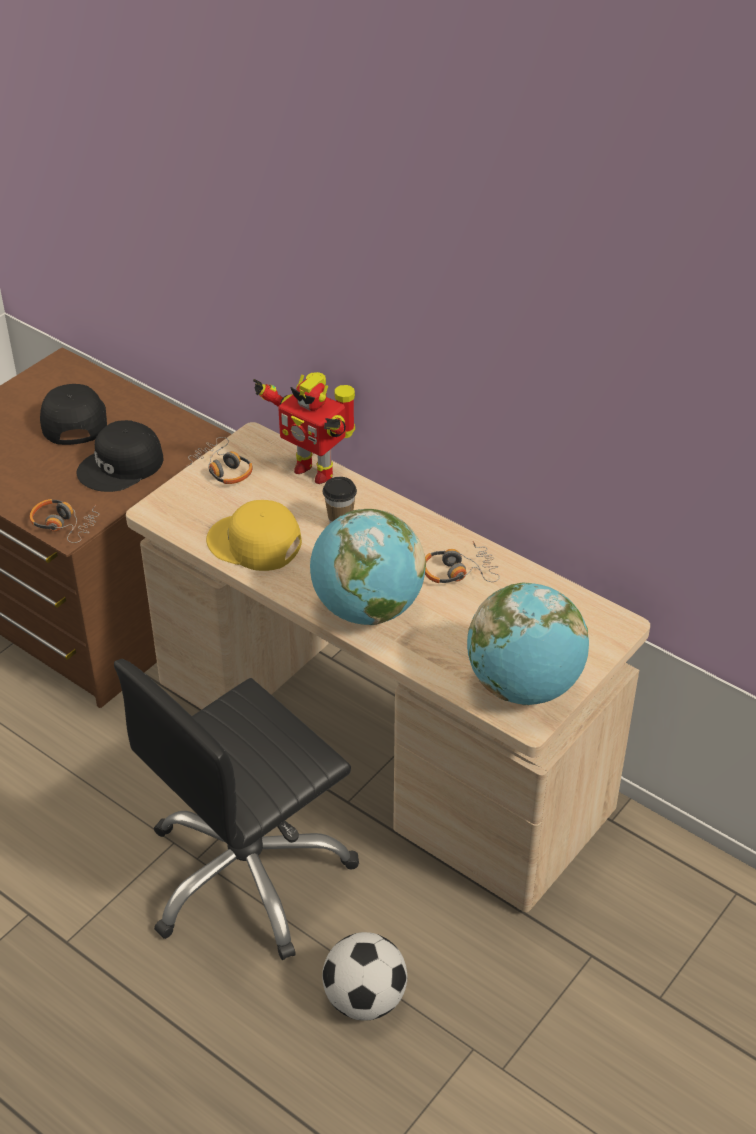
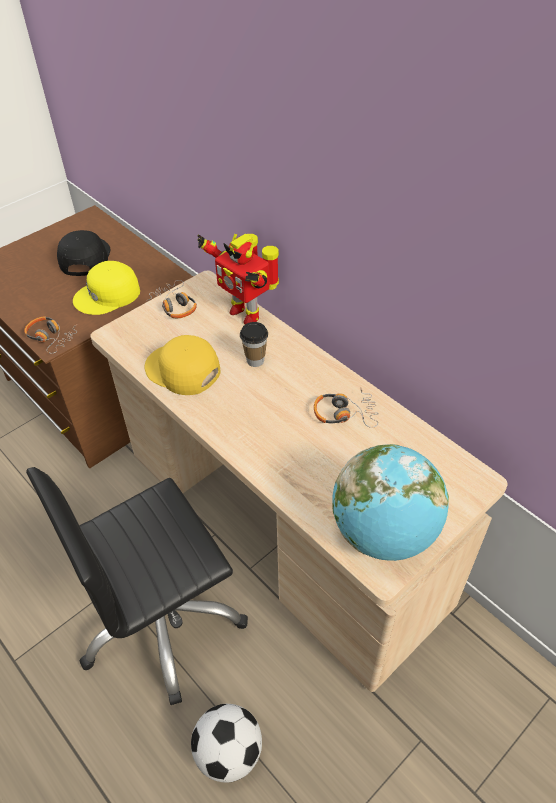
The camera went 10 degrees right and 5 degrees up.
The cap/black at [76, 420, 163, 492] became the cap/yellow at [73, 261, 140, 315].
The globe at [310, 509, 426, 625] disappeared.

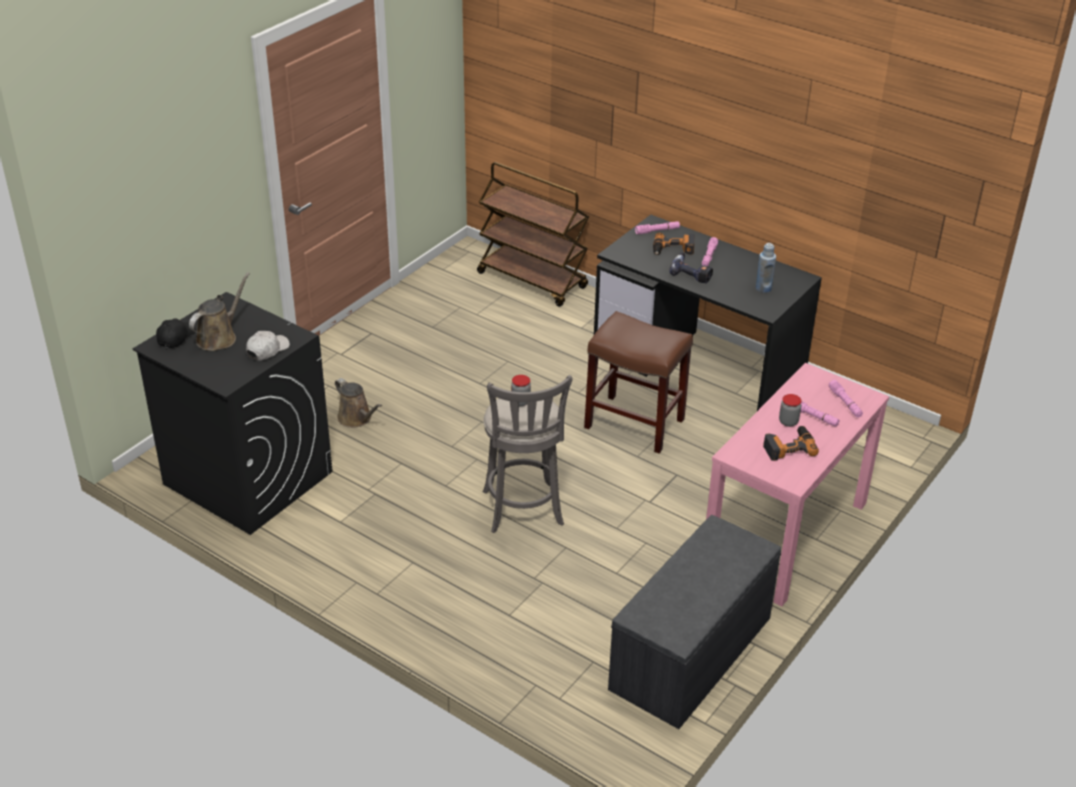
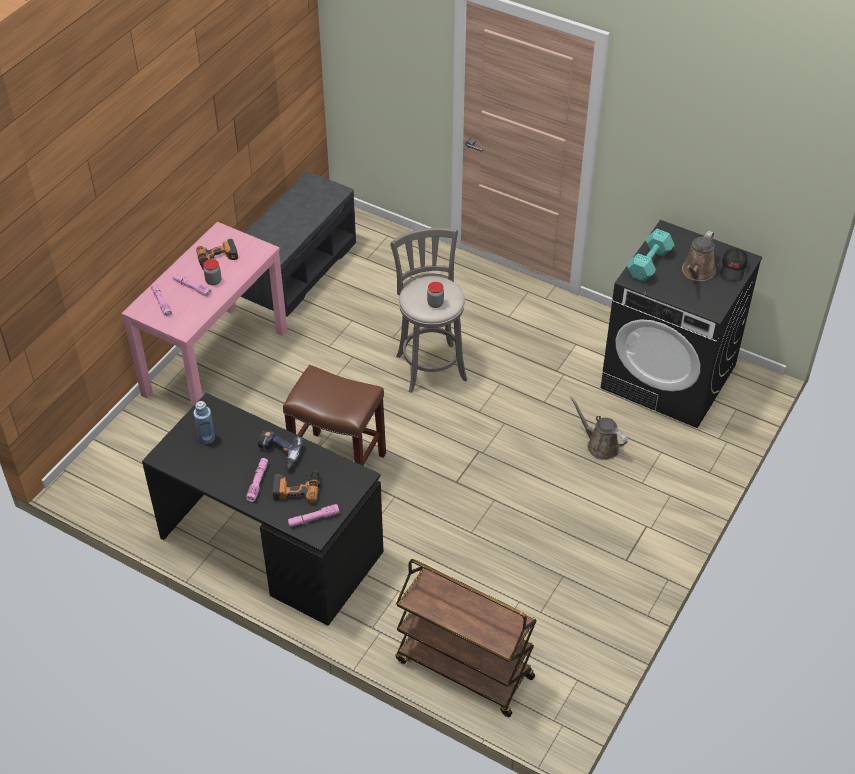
The camera went 175 degrees right and 10 degrees up.
The cap/white at [246, 331, 290, 361] was replaced by the dumbbell/turquoise at [627, 229, 674, 282].

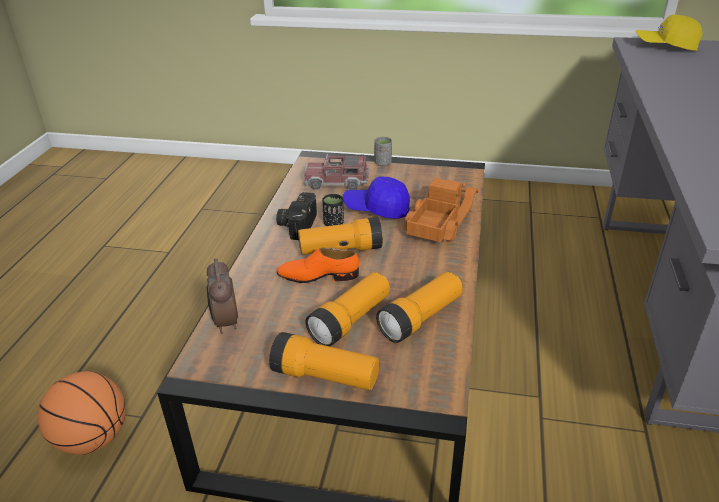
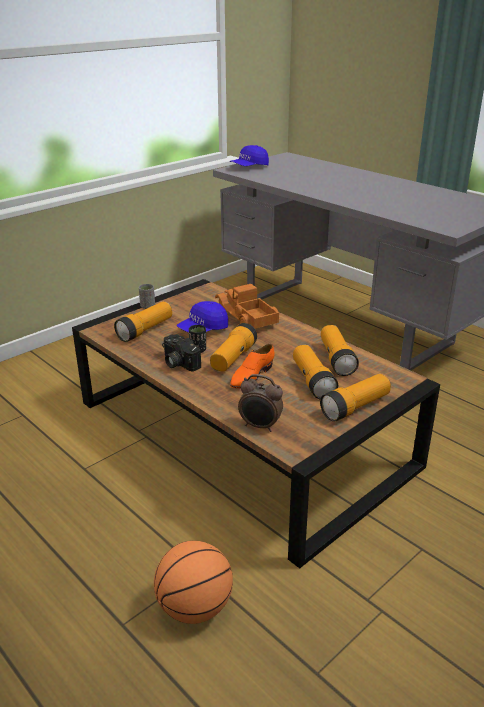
The camera went 55 degrees left and 5 degrees down.
The toy truck at [304, 154, 369, 190] was replaced by the flashlight at [114, 301, 172, 342].
The cap/yellow at [636, 14, 702, 51] became the cap/blue at [230, 145, 269, 166].

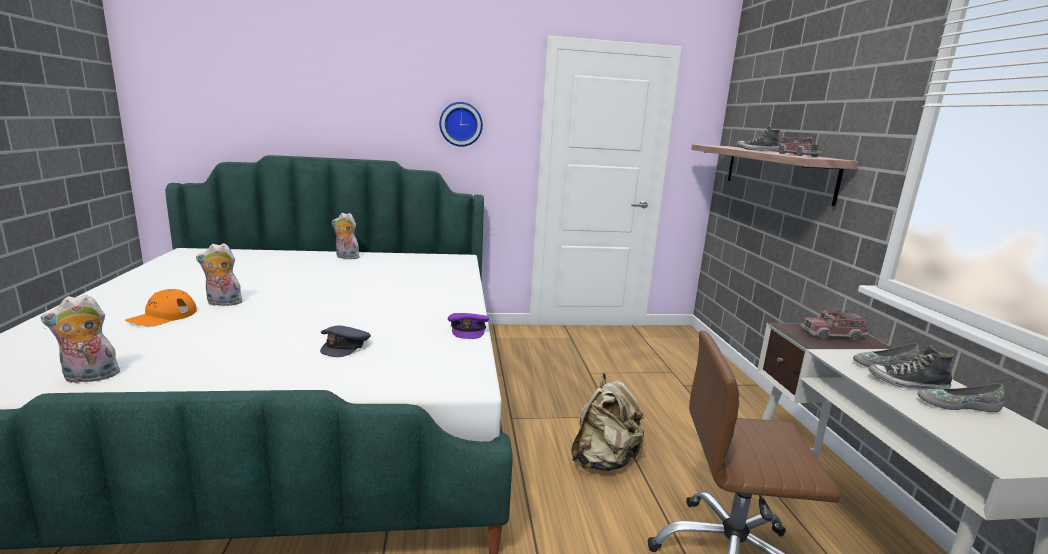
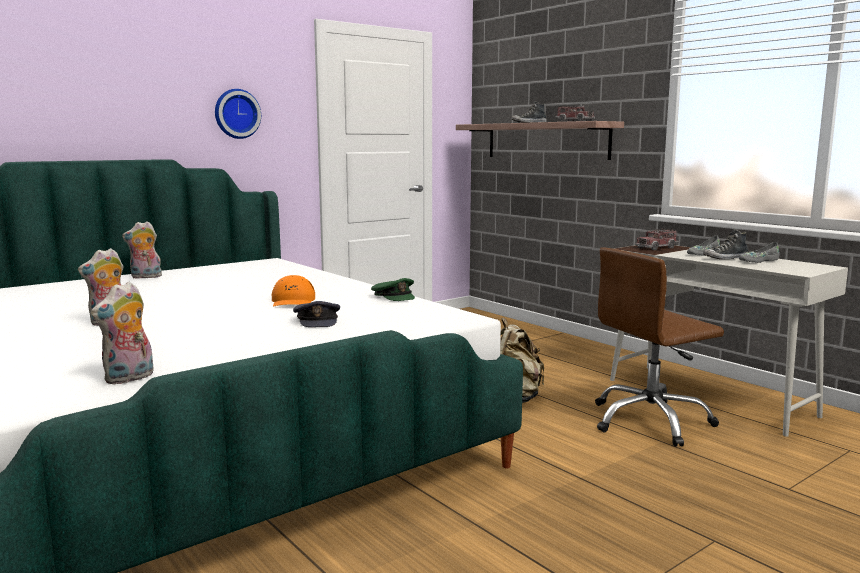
The camera went 30 degrees left and 5 degrees down.
The cap/orange moved from [125, 289, 197, 327] to [271, 275, 315, 307].
The cap/purple at [448, 313, 489, 339] became the cap/green at [371, 278, 415, 301].

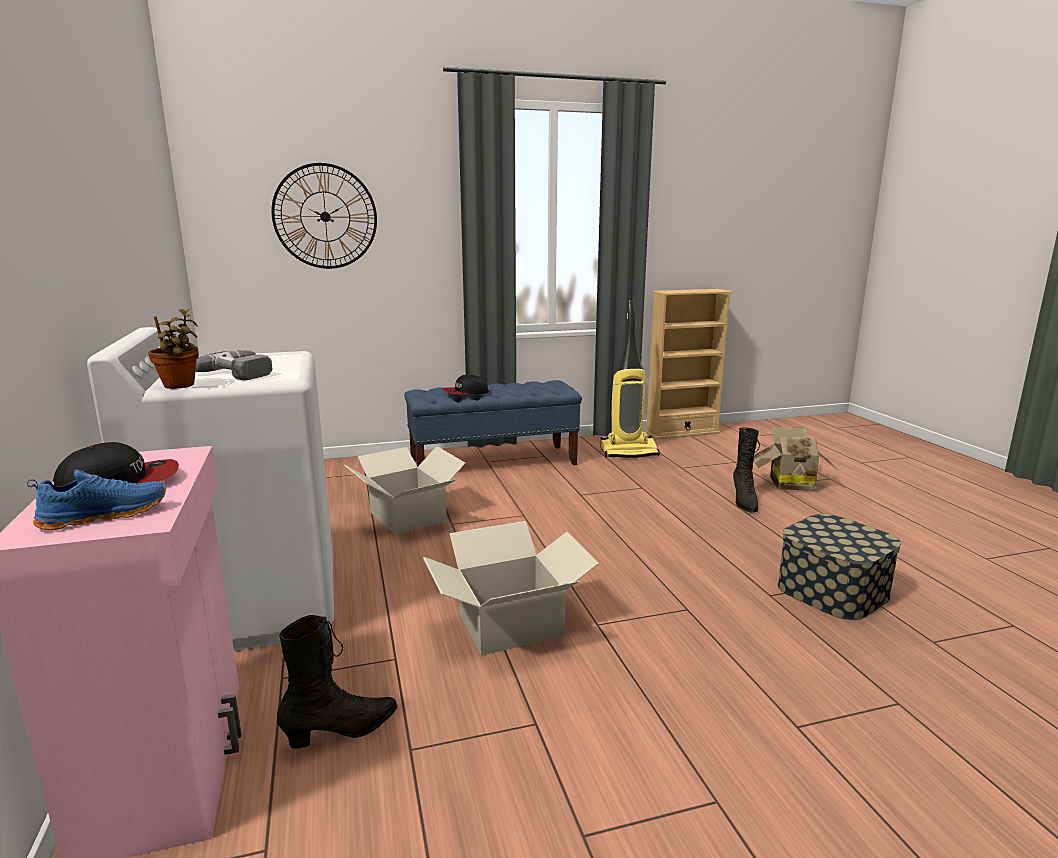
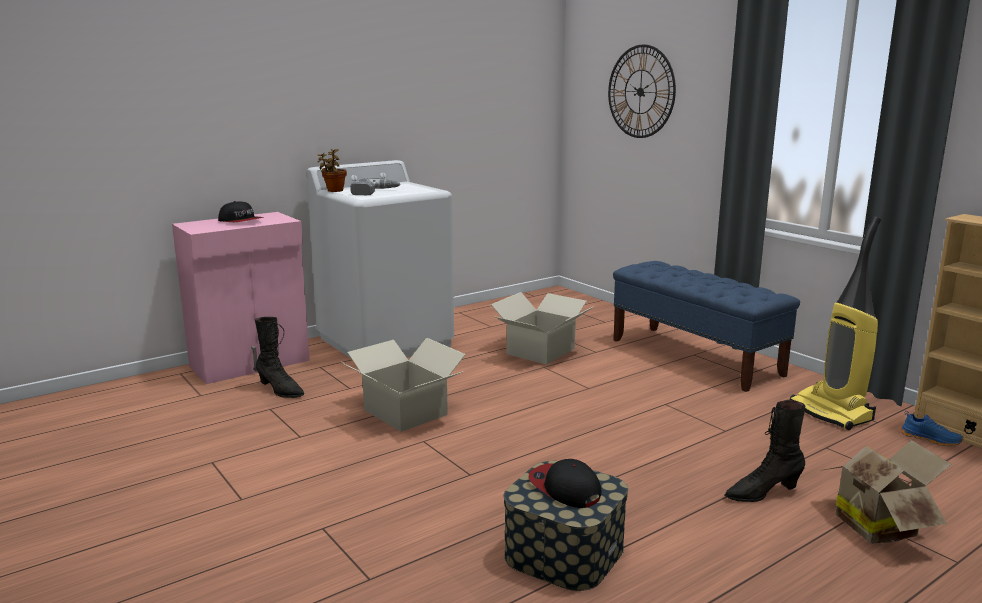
The camera went 70 degrees right and 0 degrees up.
The cap moved from [442, 374, 489, 395] to [529, 459, 602, 508].
The shoe/blue moved from [27, 469, 166, 530] to [900, 411, 963, 446].

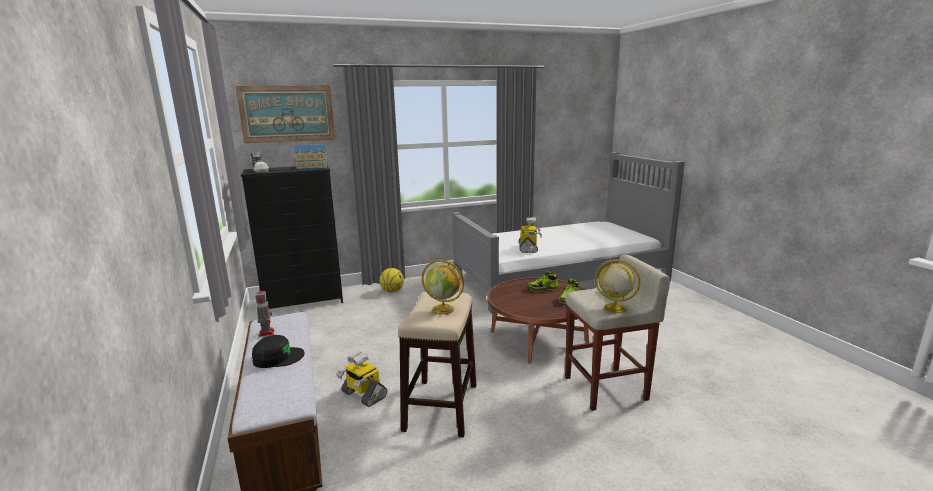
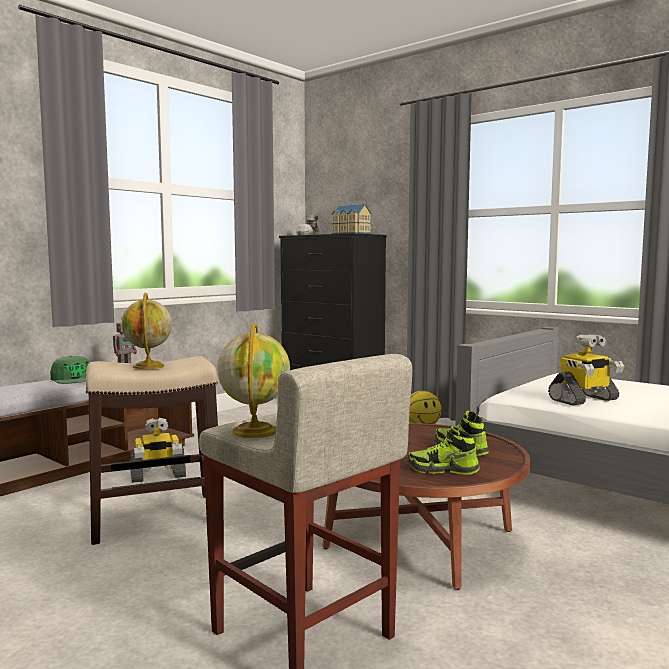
The camera went 60 degrees right and 10 degrees down.
The cap/black at [252, 335, 305, 368] became the cap/green at [50, 356, 89, 384].
The toy robot at [337, 352, 387, 407] turned 120 degrees counterclockwise.
The picture at [235, 85, 335, 144] disappeared.

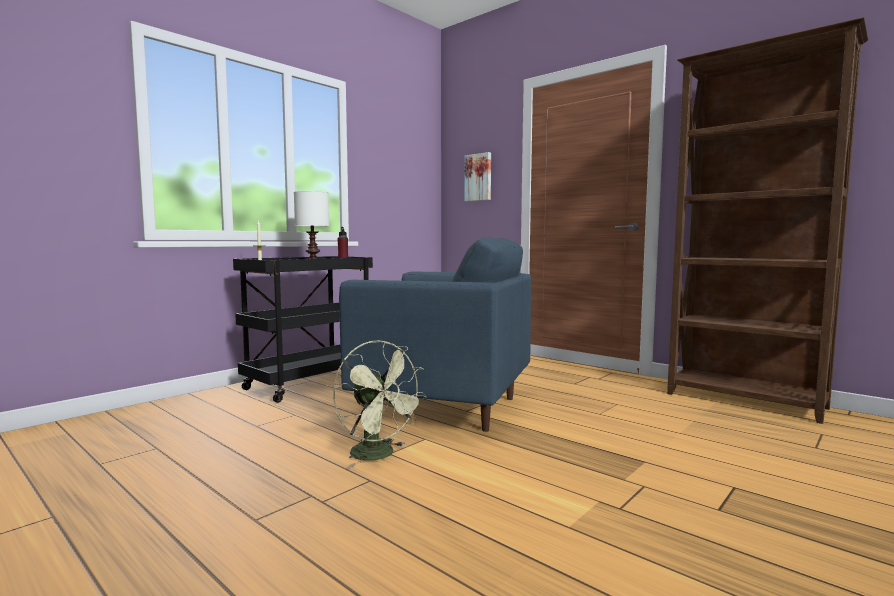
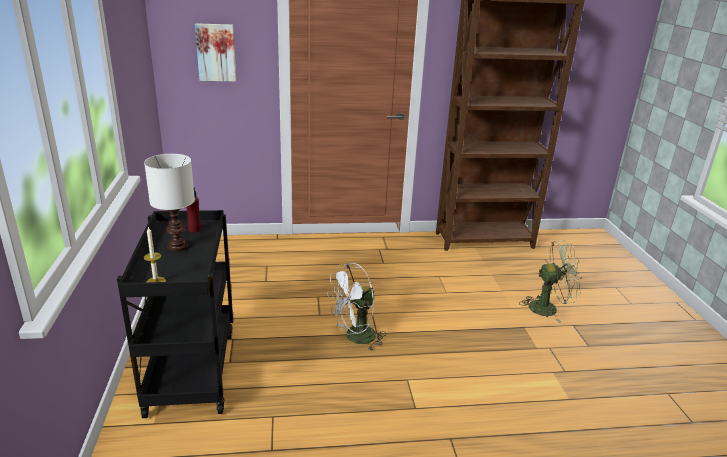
The camera went 50 degrees left and 20 degrees up.
The armchair/blue at [339, 237, 531, 432] was replaced by the fan/white at [327, 263, 386, 350].
The fan/green moved from [333, 340, 427, 468] to [519, 241, 582, 323].

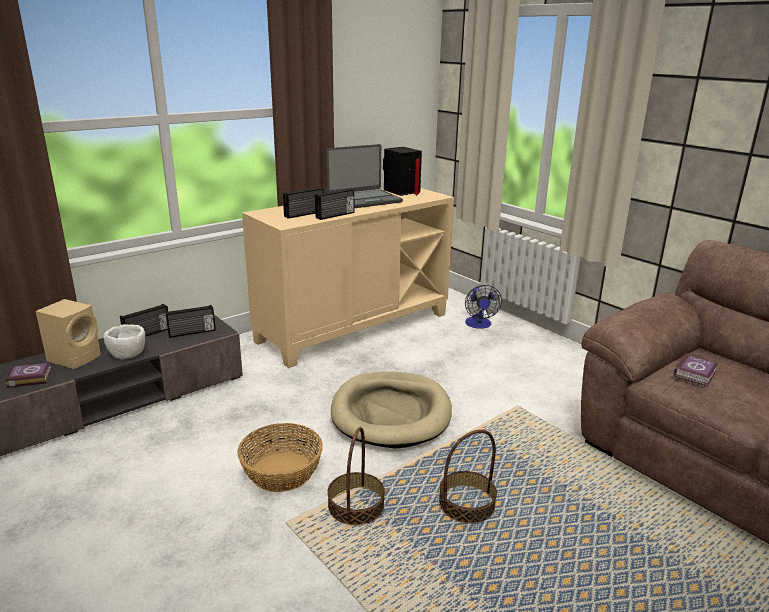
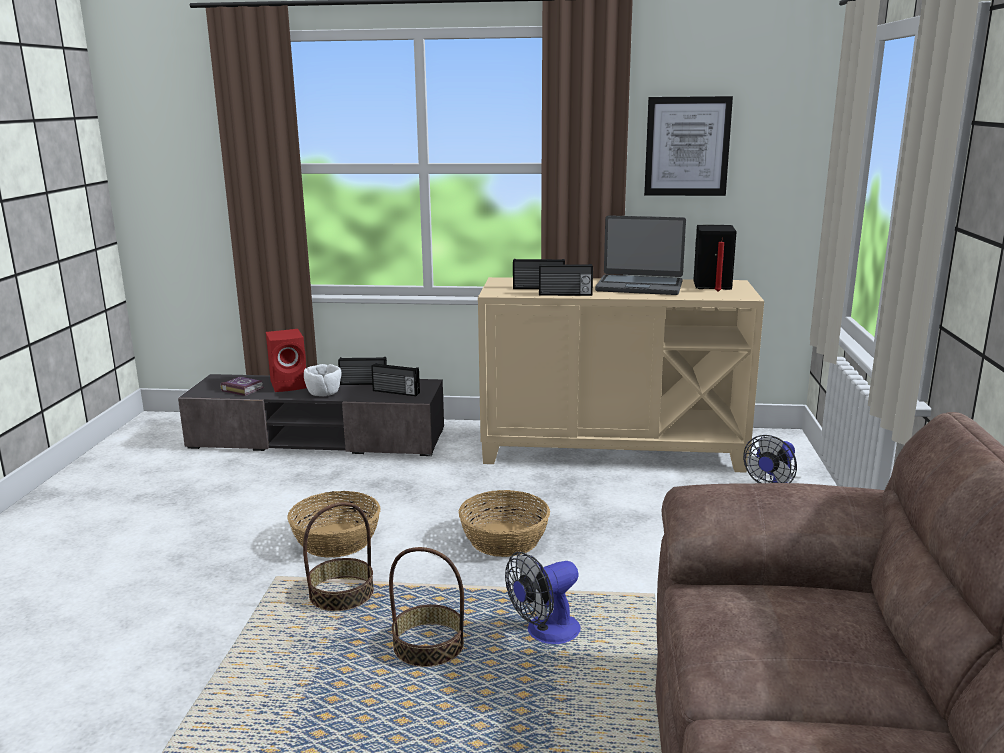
The camera went 45 degrees right and 5 degrees down.
The speaker/beige at [36, 299, 101, 369] became the speaker/red at [266, 329, 307, 392].
The dog bed/beige at [331, 371, 452, 448] was replaced by the basket at [459, 490, 550, 557].
The fan at [505, 552, 581, 644] appeared.
The picture at [644, 96, 733, 196] appeared.
The book at [673, 354, 718, 387] disappeared.

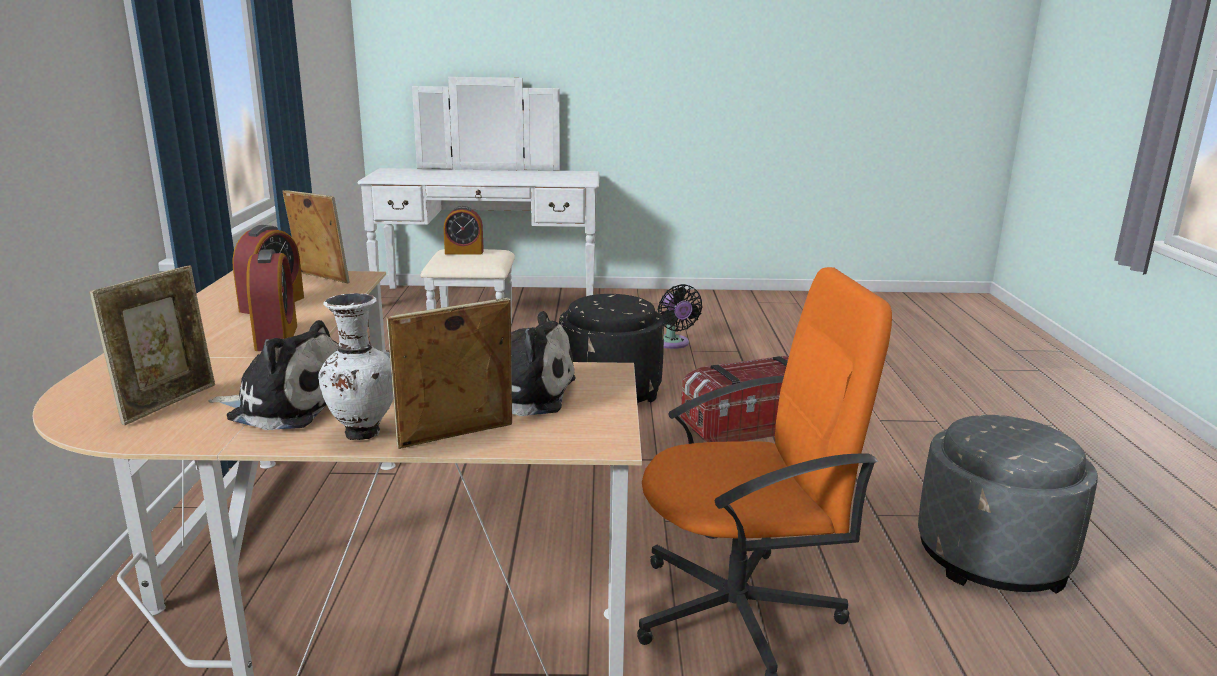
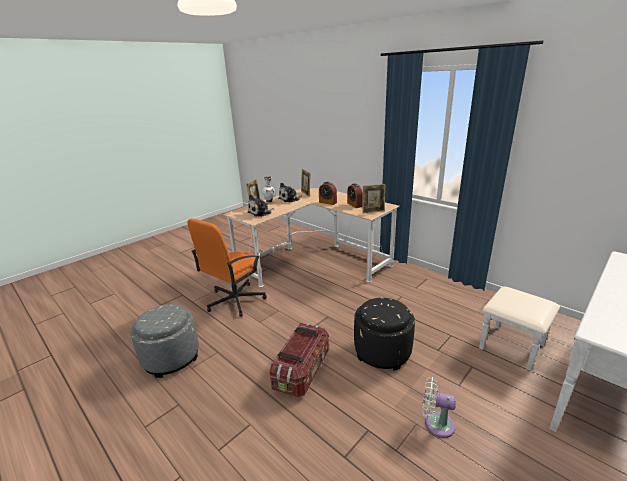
The camera went 135 degrees right and 5 degrees up.
The fan/black at [658, 284, 703, 349] became the fan/white at [422, 377, 456, 438].
The alarm clock at [444, 206, 484, 254] disappeared.

